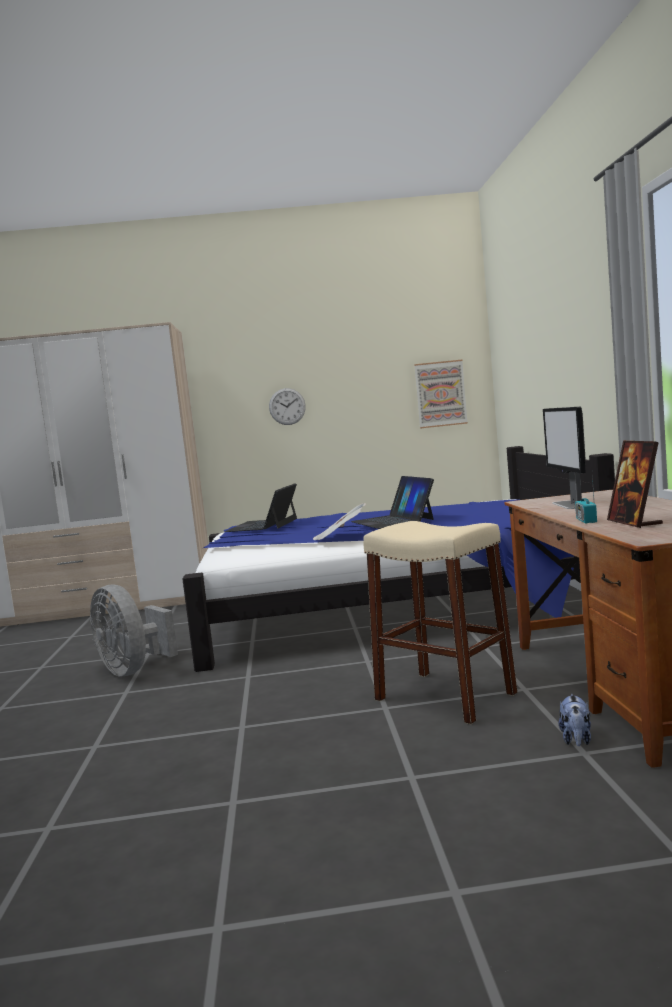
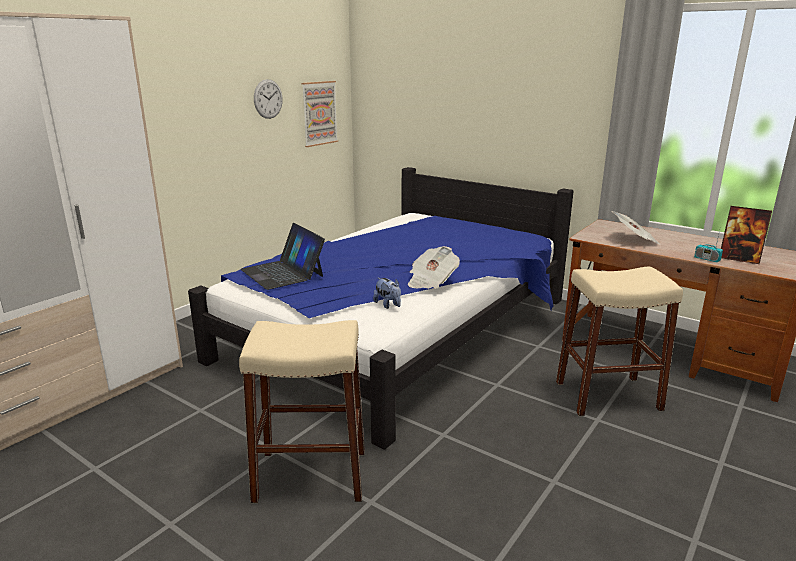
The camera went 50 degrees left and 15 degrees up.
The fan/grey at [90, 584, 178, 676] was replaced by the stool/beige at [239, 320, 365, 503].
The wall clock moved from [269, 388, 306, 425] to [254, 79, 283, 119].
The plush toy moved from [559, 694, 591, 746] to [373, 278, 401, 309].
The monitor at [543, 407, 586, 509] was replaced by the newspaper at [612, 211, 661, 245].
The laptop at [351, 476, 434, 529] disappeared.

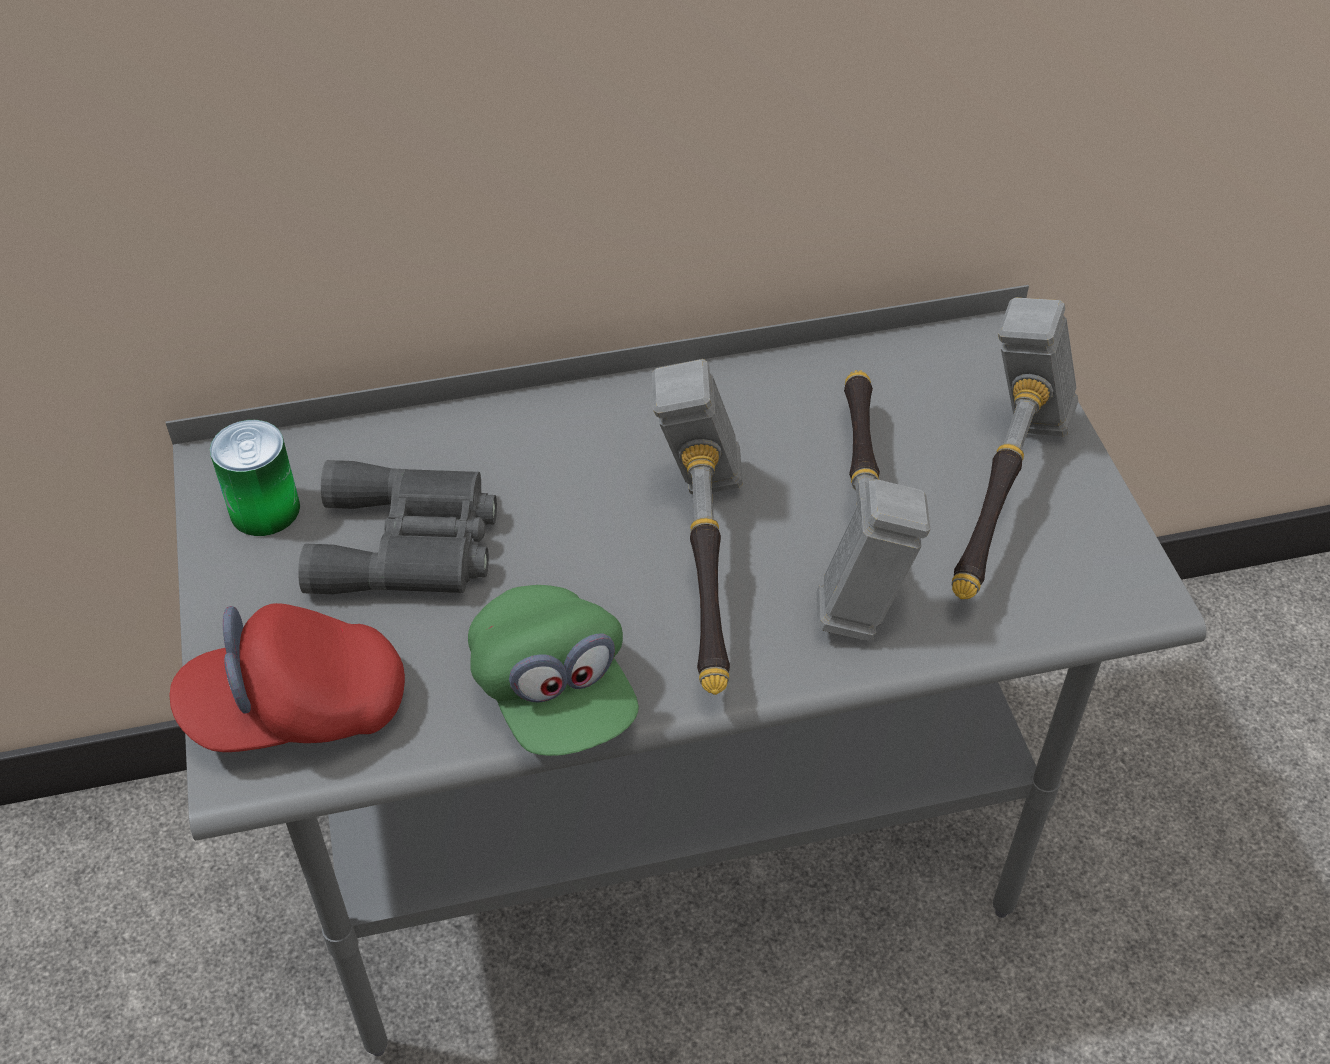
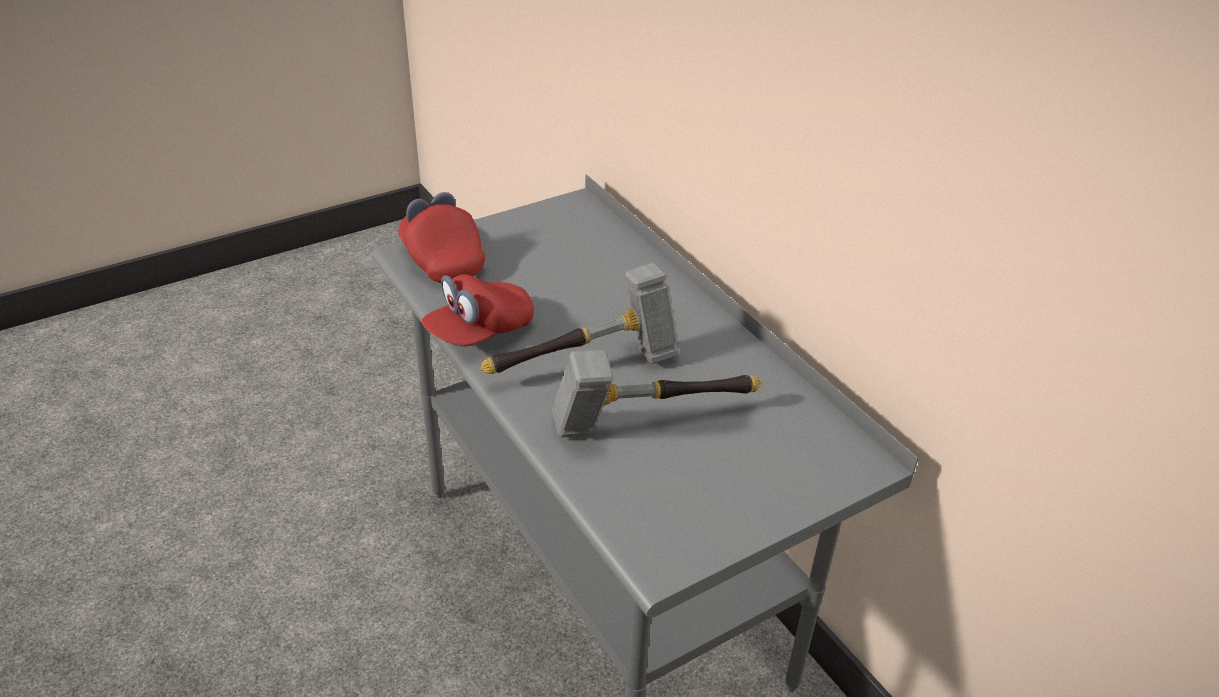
The camera went 70 degrees right and 10 degrees down.
The cap/green at [468, 585, 639, 756] became the cap/red at [422, 274, 534, 346].
The can at [210, 420, 300, 536] disappeared.
The binoculars/grey at [298, 460, 497, 594] disappeared.
The hammer at [952, 297, 1078, 599] disappeared.

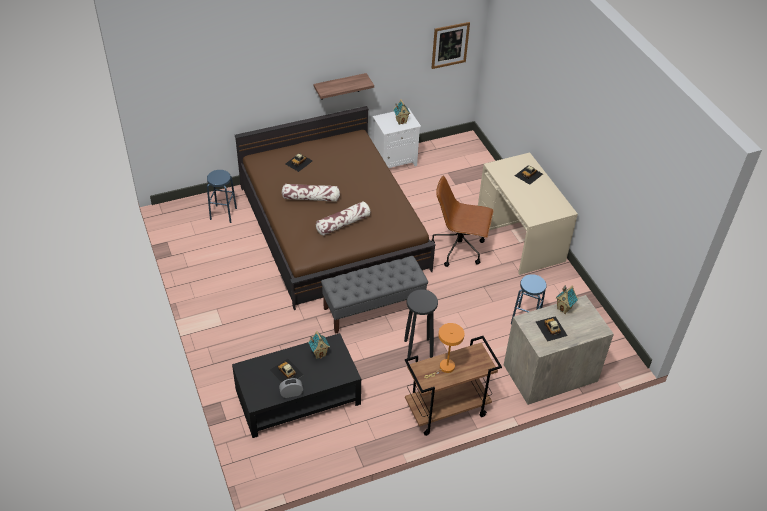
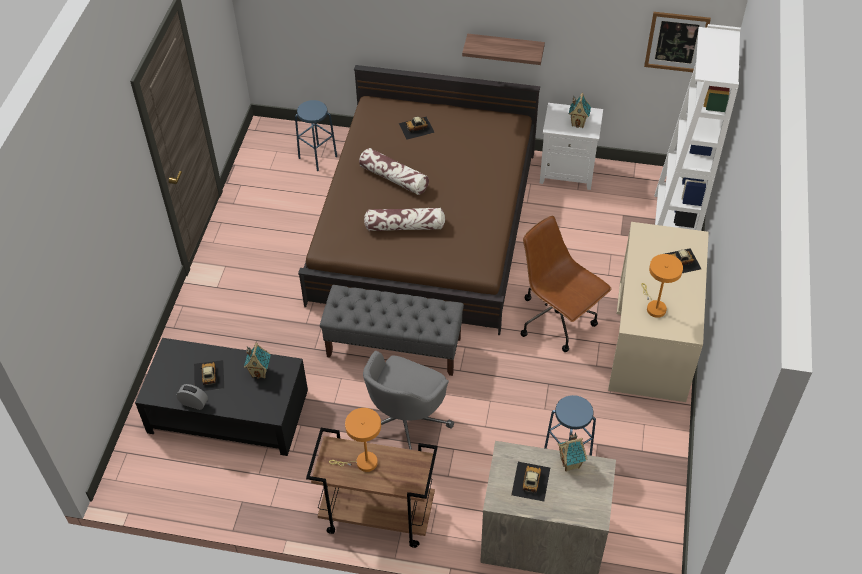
The camera went 35 degrees right and 5 degrees up.
The stool/black at [404, 289, 438, 358] was replaced by the office chair/grey at [363, 351, 454, 450].
The table lamp/orange at [641, 254, 683, 318] appeared.
The bookcase/white at [654, 24, 741, 231] appeared.

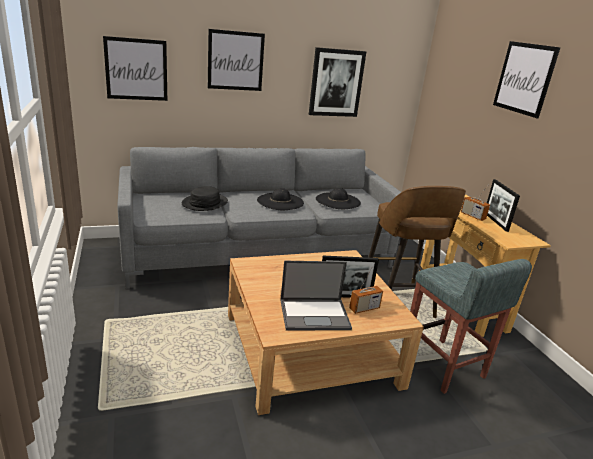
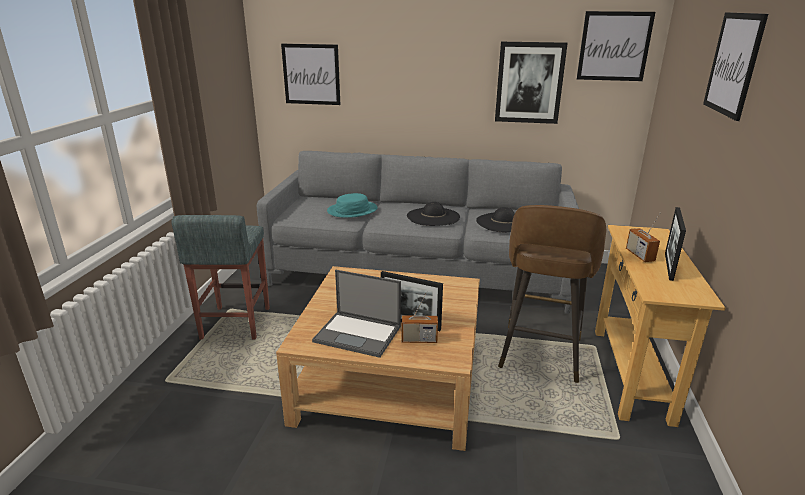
The camera went 30 degrees right and 0 degrees up.
The stool/grey moved from [410, 259, 532, 394] to [171, 215, 270, 340].
The hat/black at [181, 186, 228, 211] became the hat/turquoise at [327, 193, 378, 218].
The picture moved from [208, 29, 265, 91] to [577, 11, 655, 81].

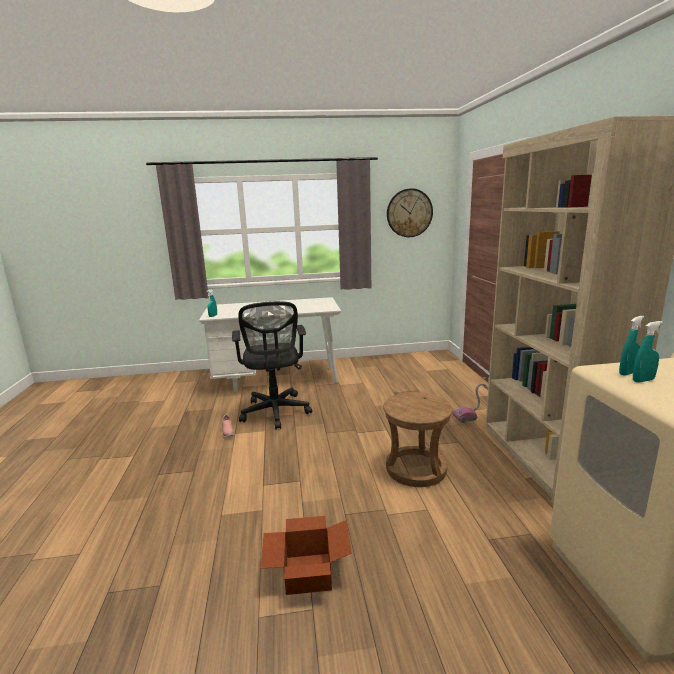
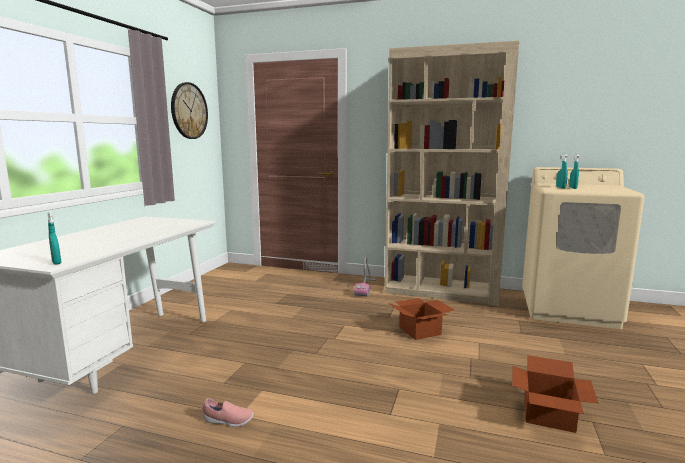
The camera went 65 degrees left and 5 degrees down.
The stool/brown at [383, 392, 453, 487] was replaced by the cardboard box at [388, 298, 454, 340].
The office chair/black at [232, 301, 312, 429] disappeared.

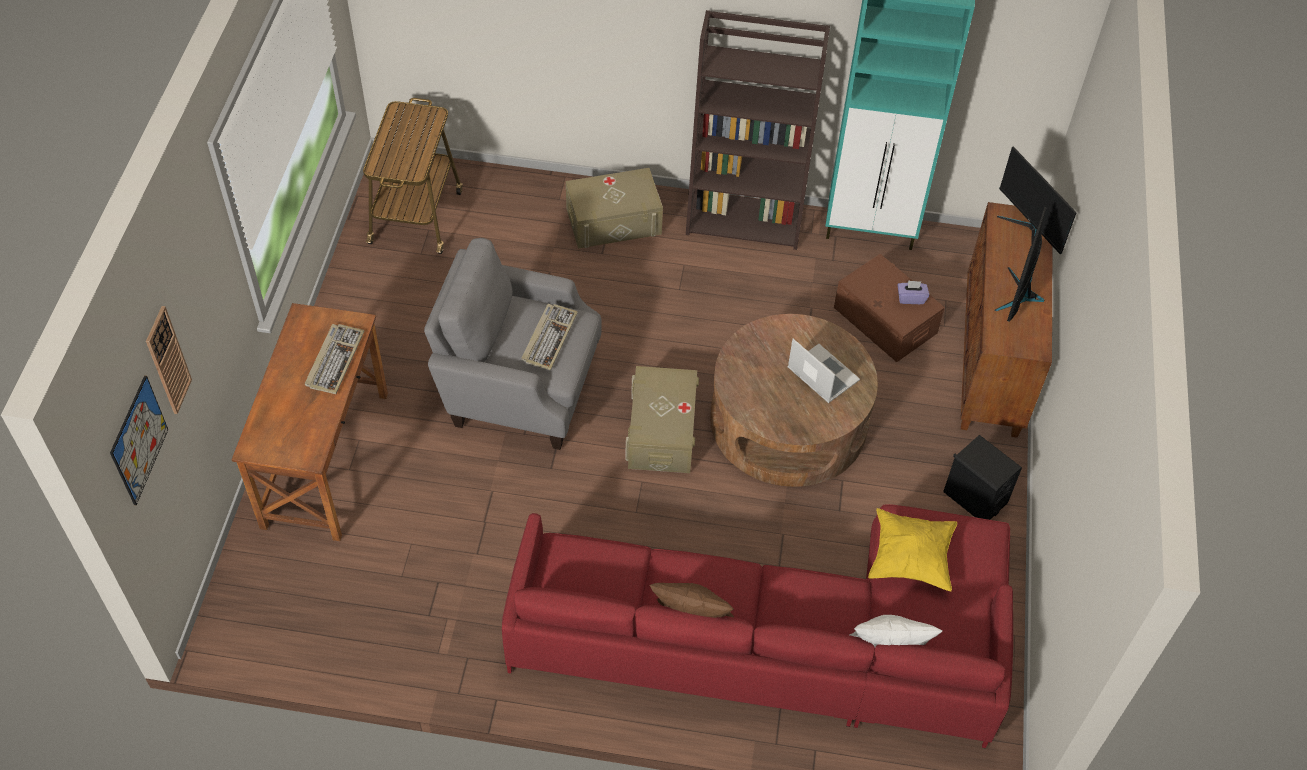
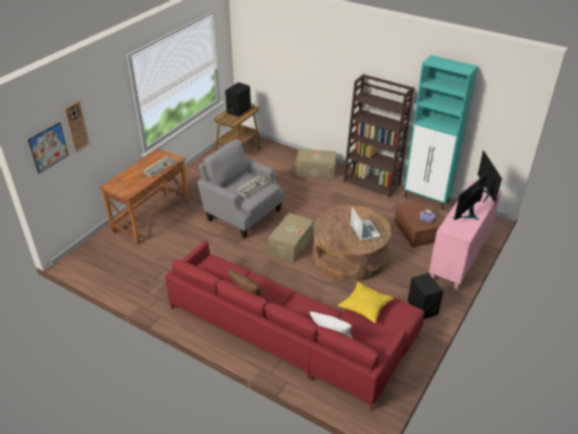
The camera went 25 degrees right and 15 degrees down.
The speaker/black at [225, 82, 251, 117] appeared.
The cabinet/brown at [961, 202, 1052, 438] became the cabinet/pink at [429, 180, 502, 291].

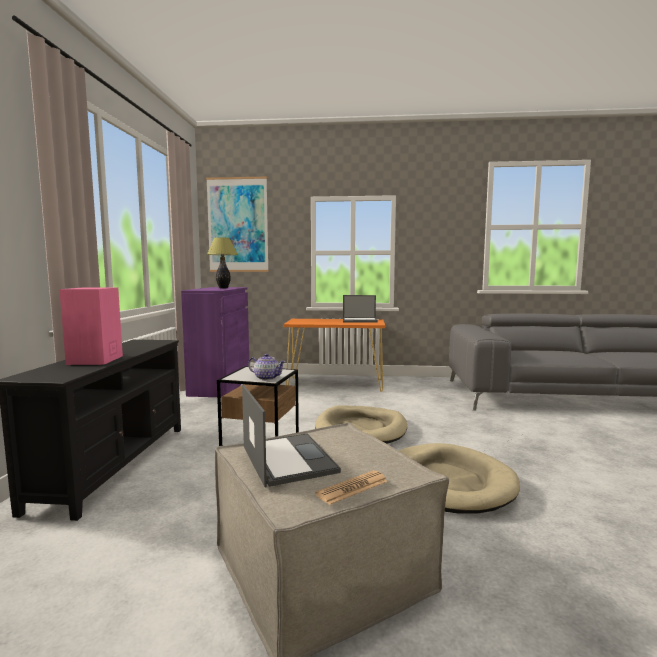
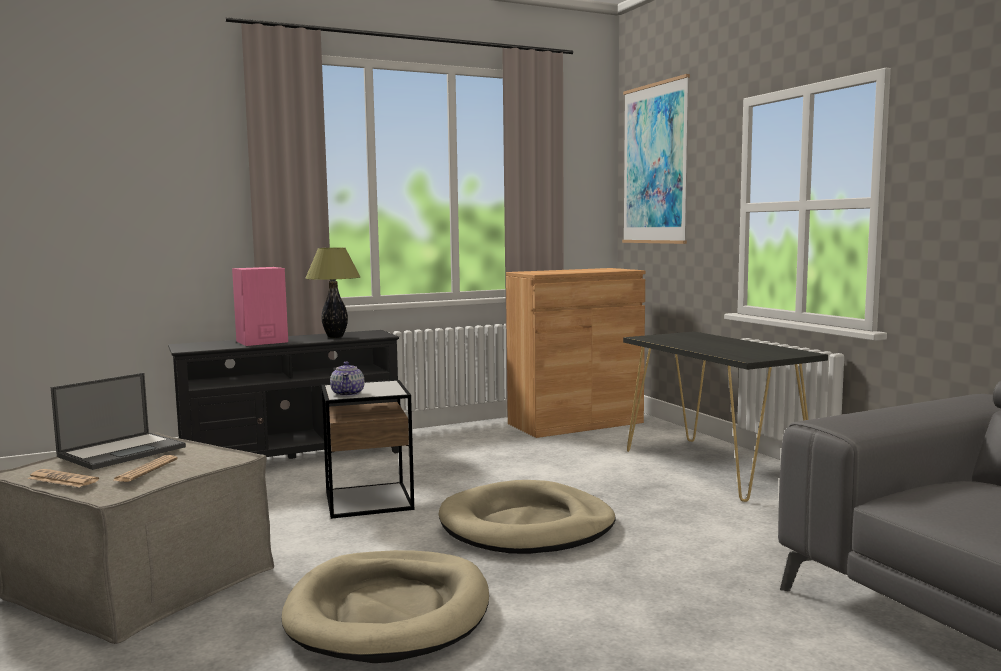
The camera went 60 degrees right and 0 degrees up.
The newspaper at [114, 455, 178, 482] appeared.
The table lamp moved from [207, 237, 238, 288] to [305, 248, 360, 338].
The cabinet/purple at [181, 287, 249, 397] became the cabinet/brown at [506, 268, 645, 438].
The console table/orange at [283, 319, 385, 392] became the console table/black at [623, 332, 828, 502].
The laptop at [343, 295, 378, 323] disappeared.

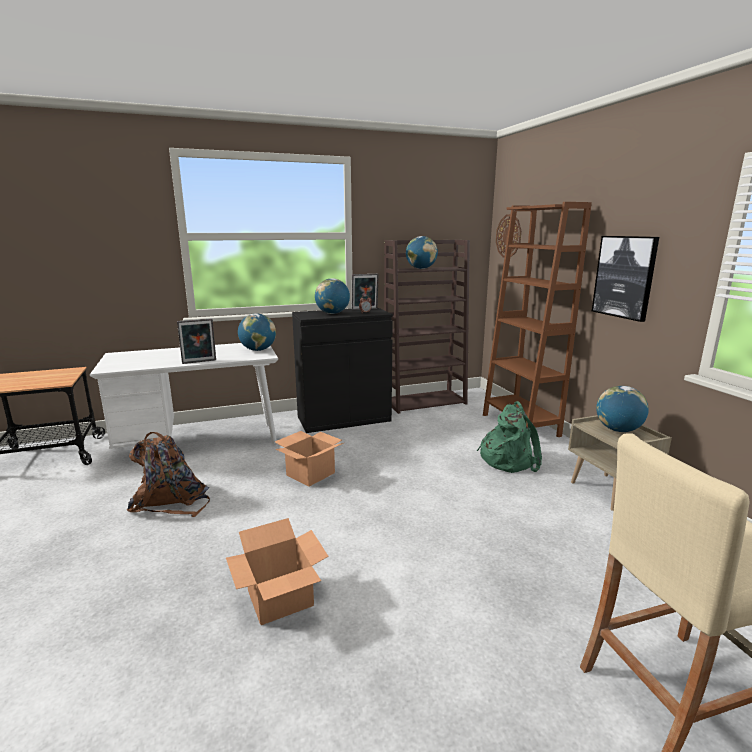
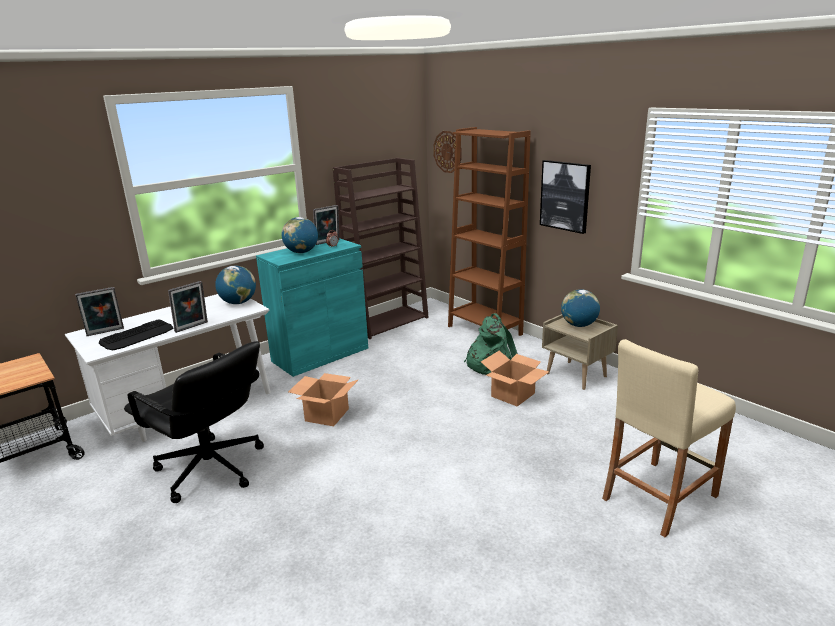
The camera went 20 degrees left and 5 degrees up.
The picture frame at [75, 287, 124, 336] appeared.
The keyboard at [99, 320, 174, 351] appeared.
The backpack/brown at [127, 432, 210, 517] was replaced by the office chair/black at [124, 341, 264, 503].
The cabinet/black at [292, 308, 393, 433] became the cabinet/turquoise at [256, 238, 368, 377].
The cardboard box moved from [226, 518, 329, 625] to [481, 351, 549, 407].
The globe at [406, 236, 438, 269] disappeared.

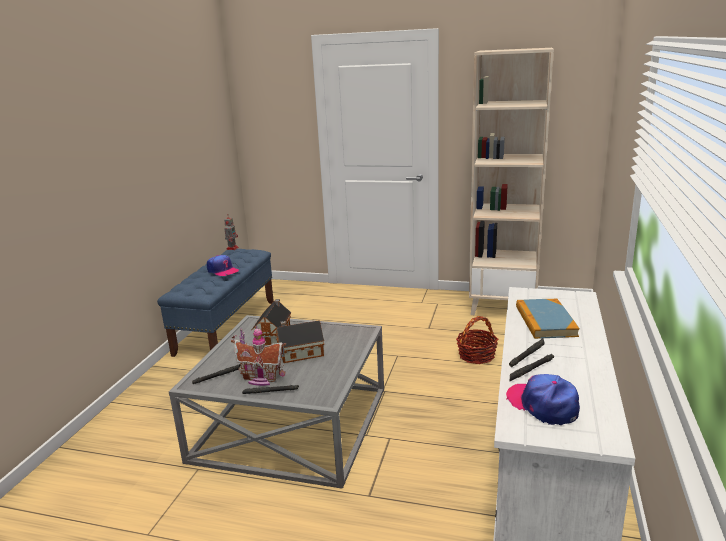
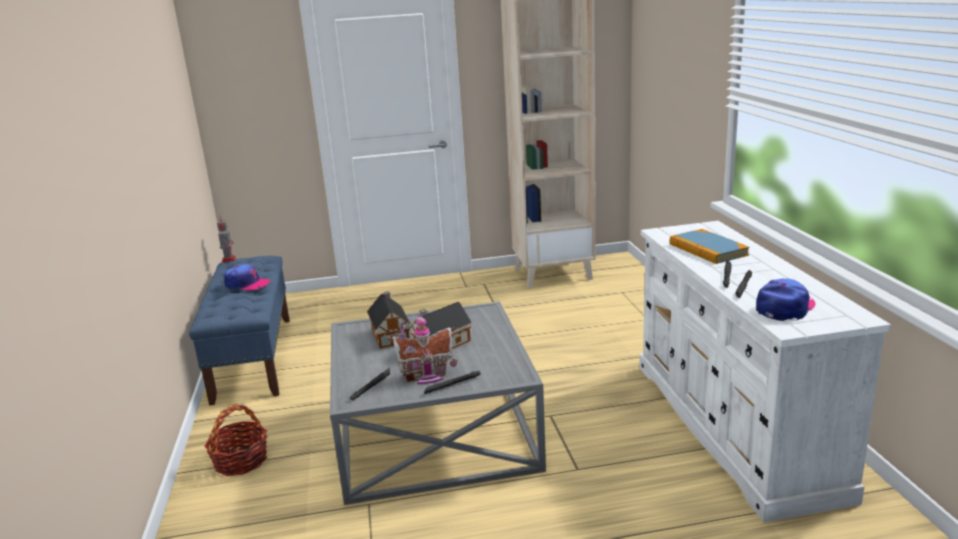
The camera went 25 degrees left and 0 degrees up.
The basket moved from [456, 316, 498, 364] to [205, 404, 267, 476].
The cap at [506, 374, 580, 425] turned 105 degrees clockwise.

